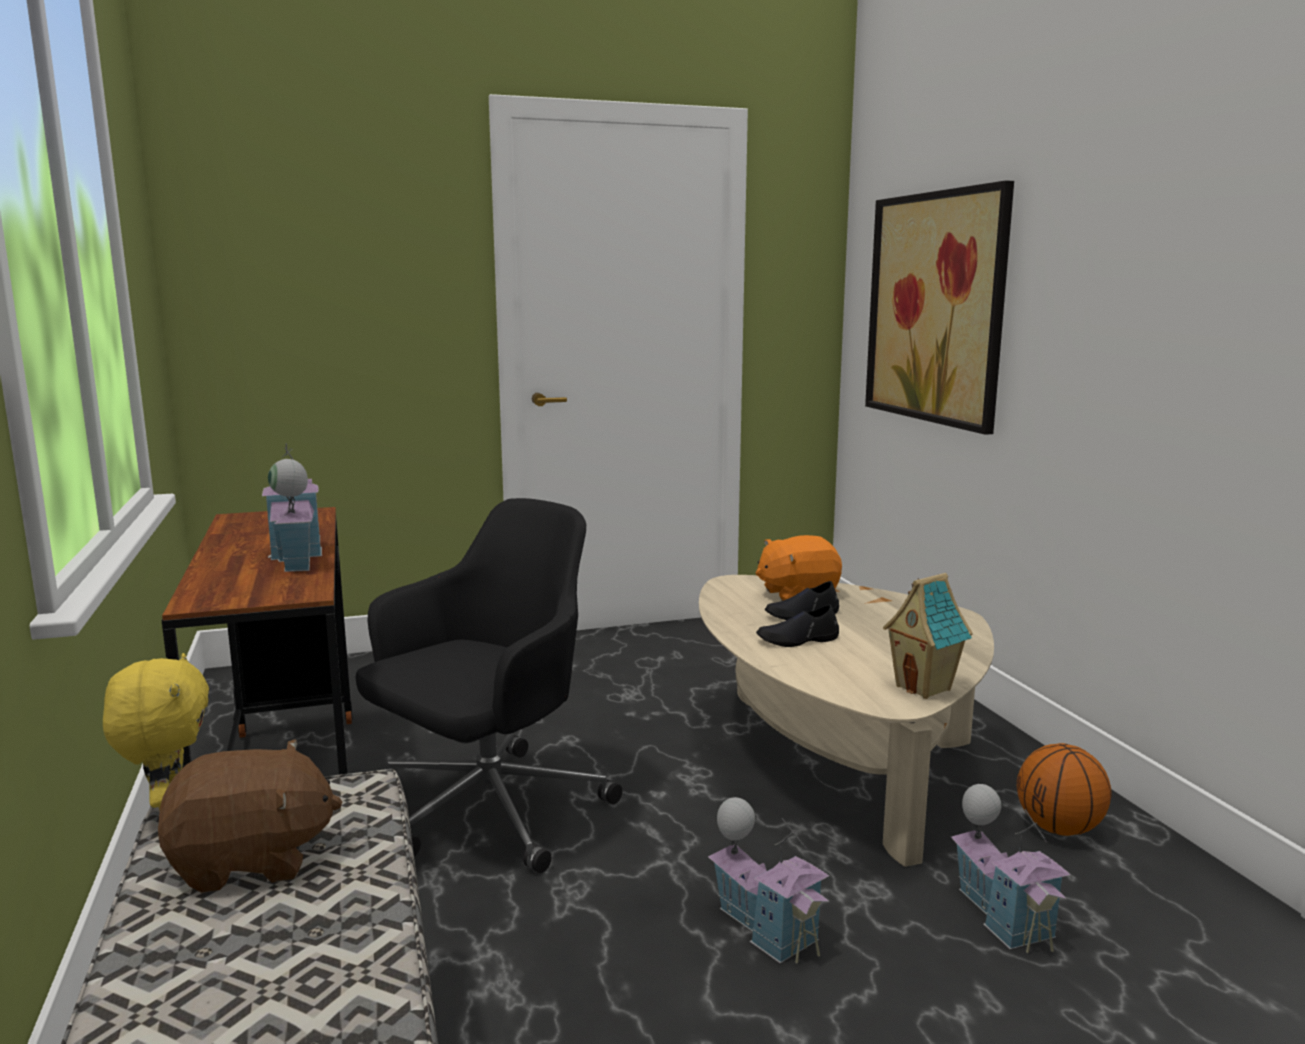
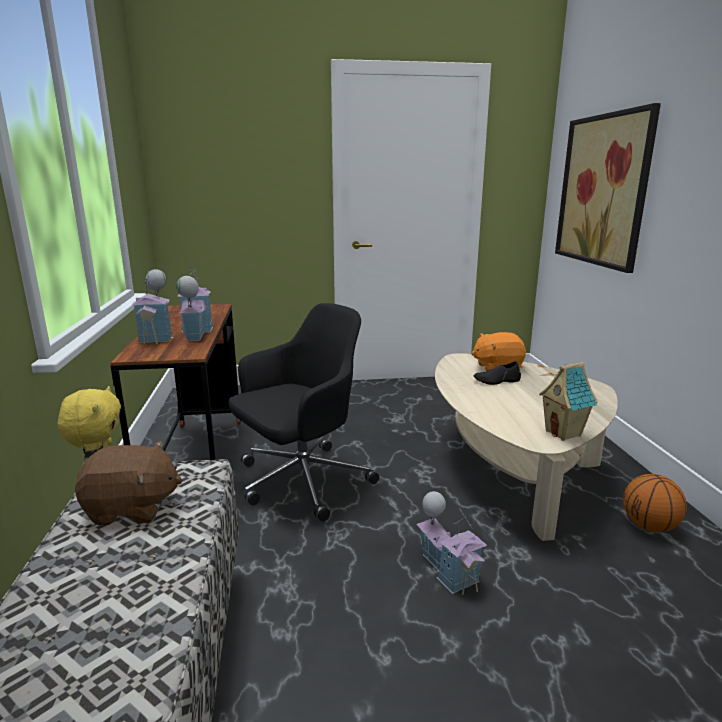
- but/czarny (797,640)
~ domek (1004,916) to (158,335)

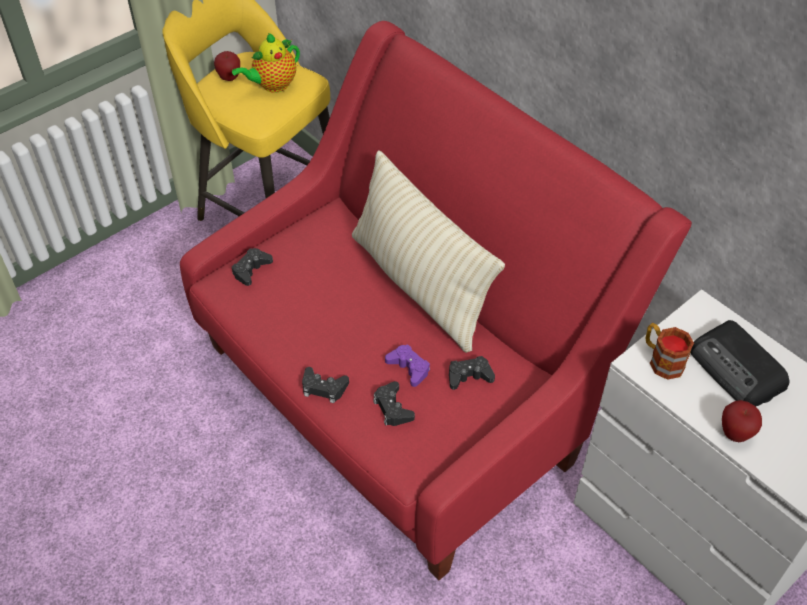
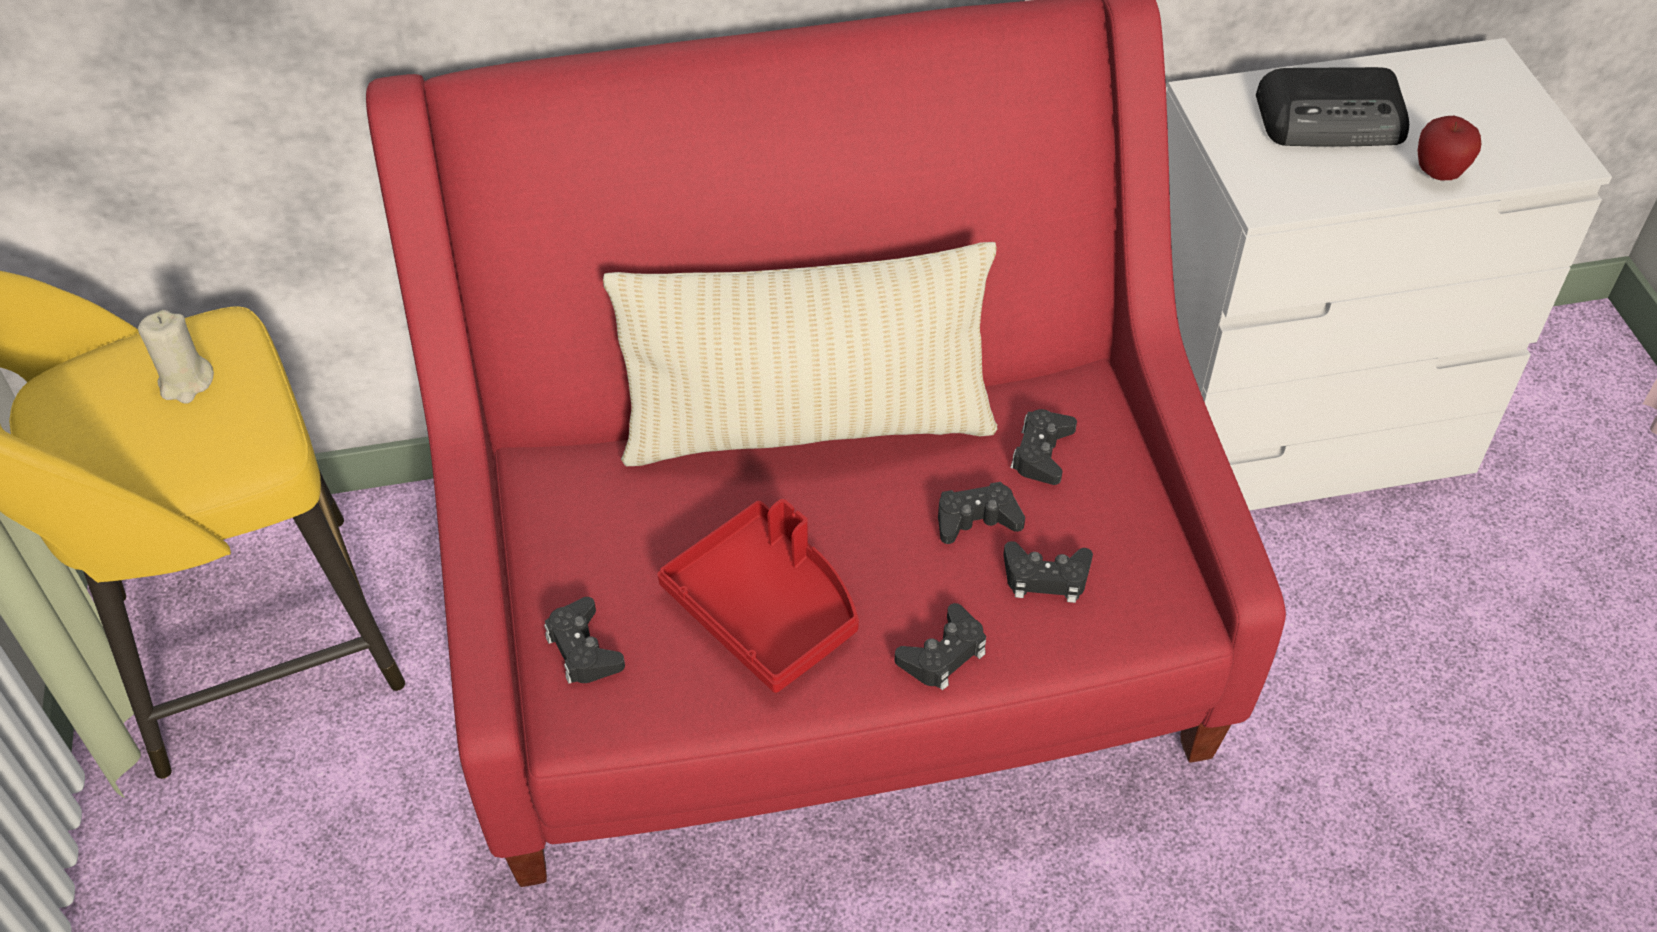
- jabłko (229,78)
- kubek (661,360)
+ taca/czerwony (766,609)
~ imbryk (273,86) to świeca/beżowy (186,383)
~ pad do gier/fioletowy (409,368) to pad do gier/czarny (976,520)

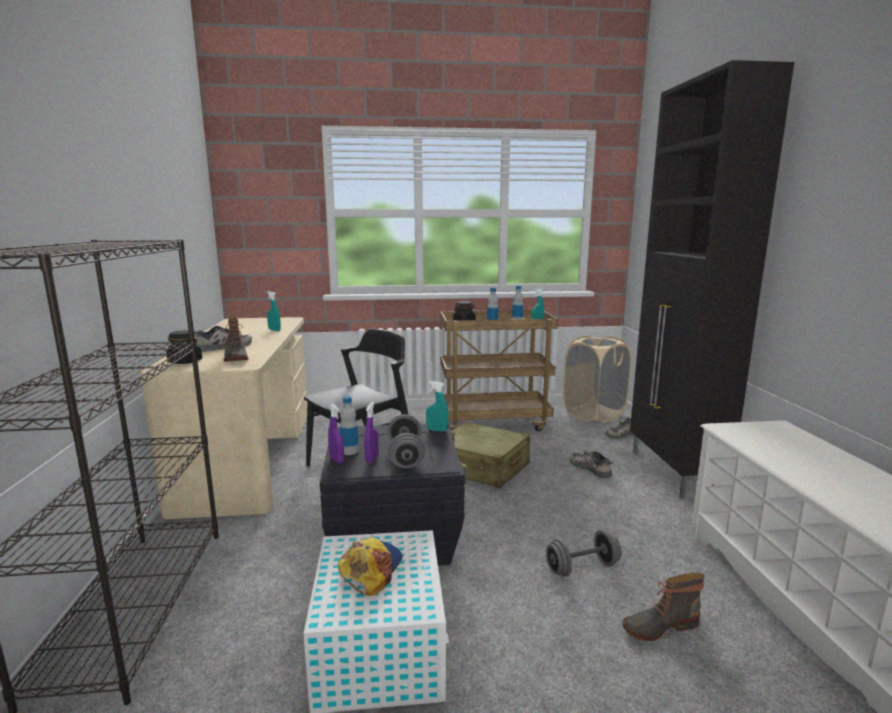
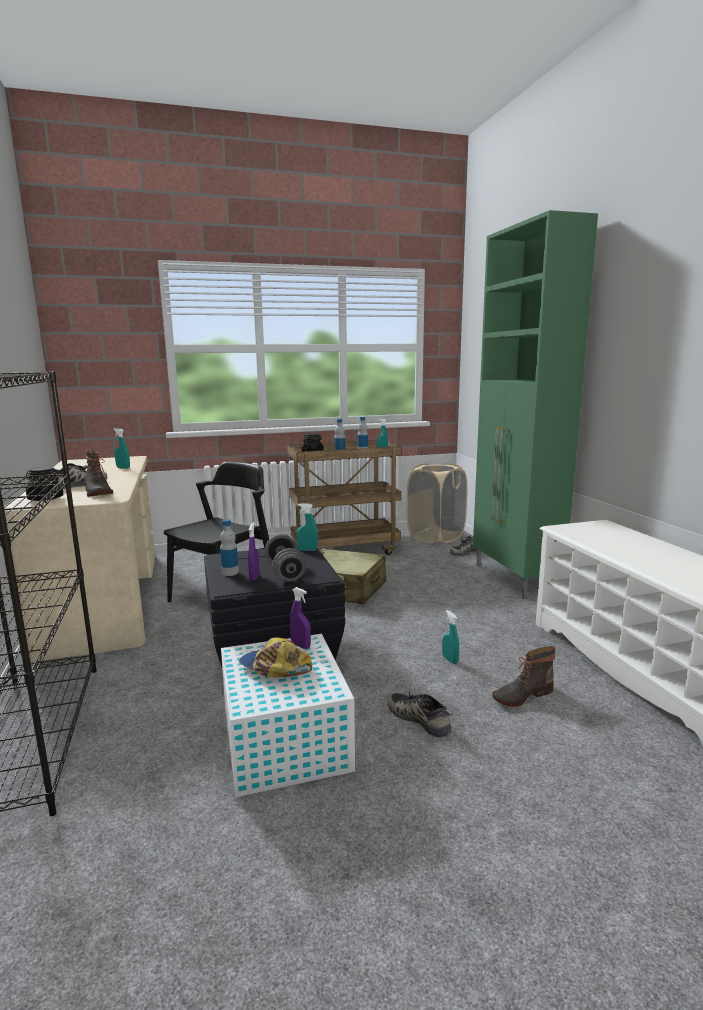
~ spryskiwacz/fioletowy (336,460) to (300,645)
~ but (591,468) to (420,718)
~ hantel/szary (582,568) to spryskiwacz/turkusowy (450,660)
~ szafka/czarny (674,473) to szafka/zielony (515,579)
~ czapka z daszkiem (370,569) = (274,667) 60 degrees counterclockwise

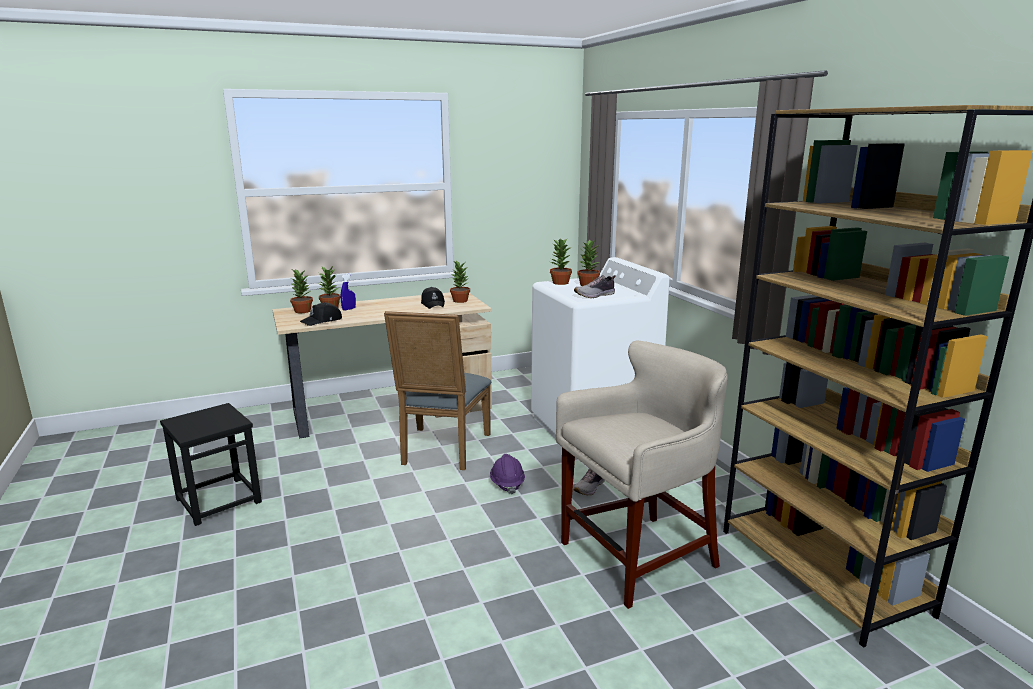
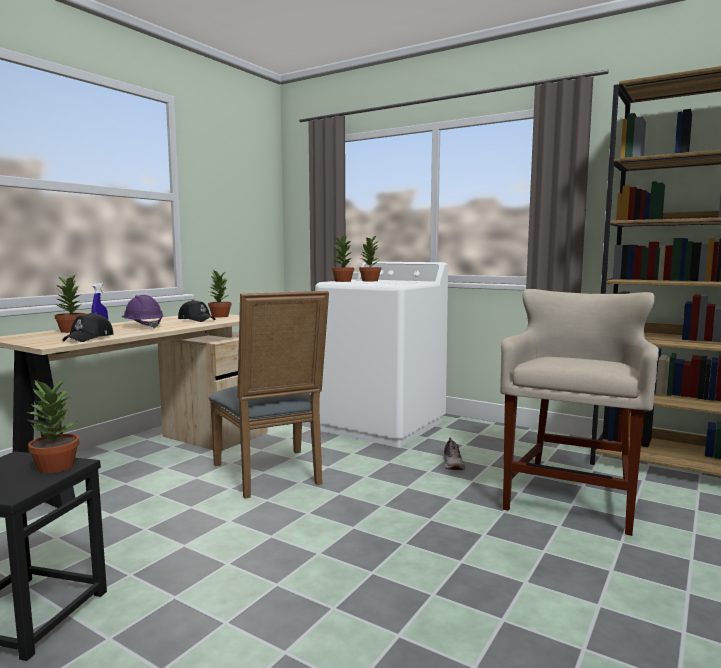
- but (595,295)
~ roślina doniczkowa (302,311) to (55,467)
~ kask/fioletowy (507,484) to (143,326)

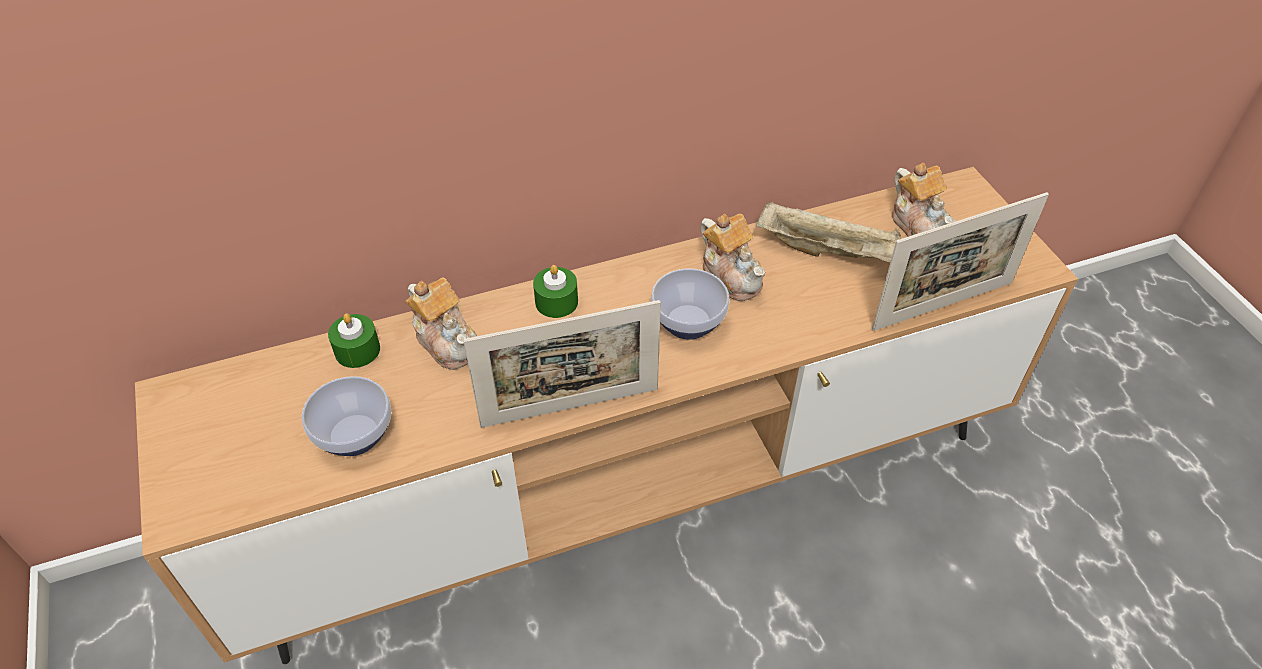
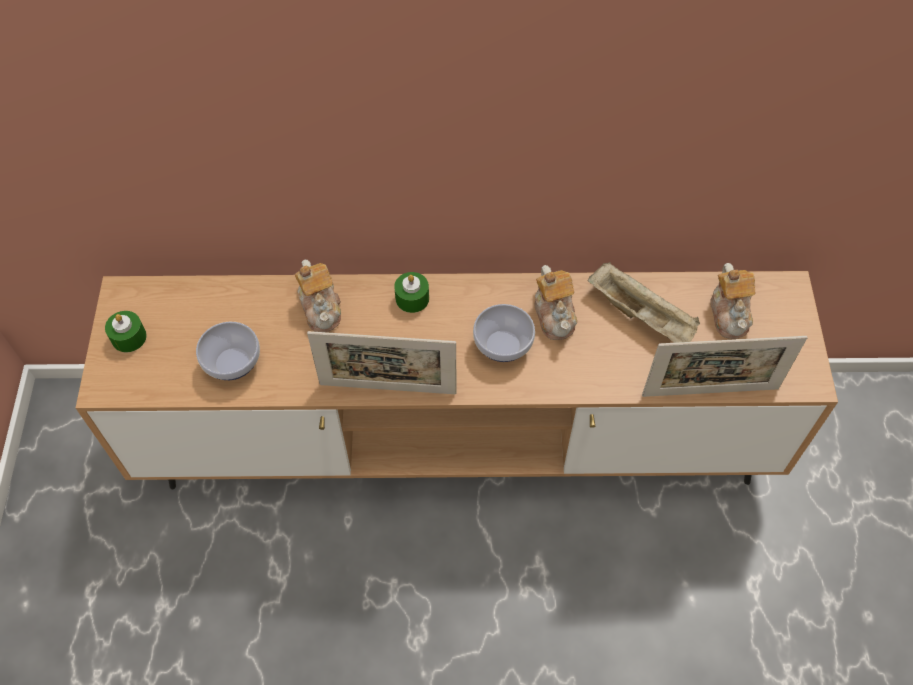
~ świeca/zielony (357,350) to (129,337)

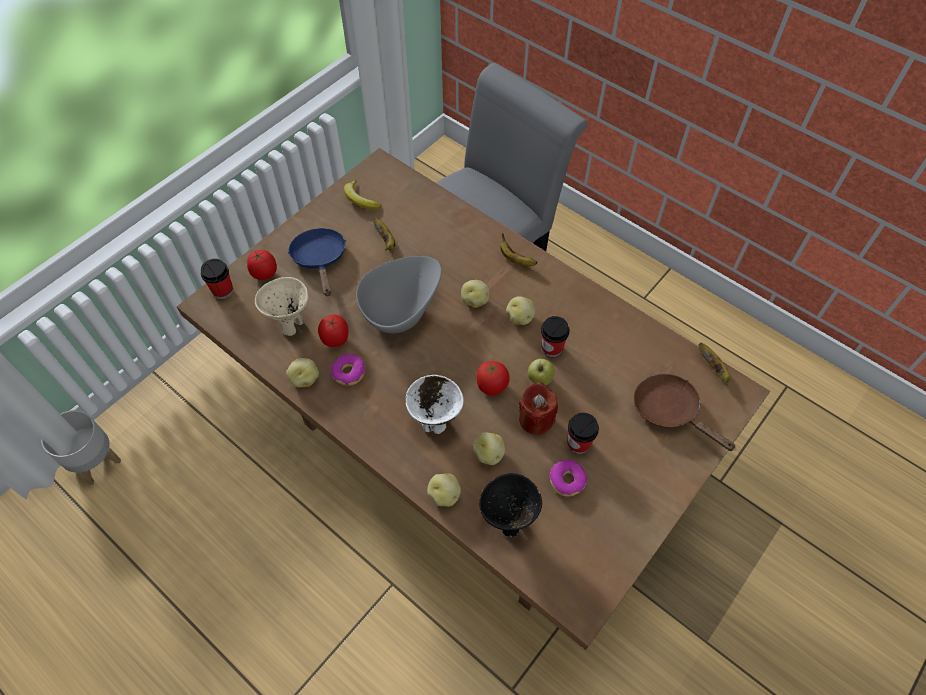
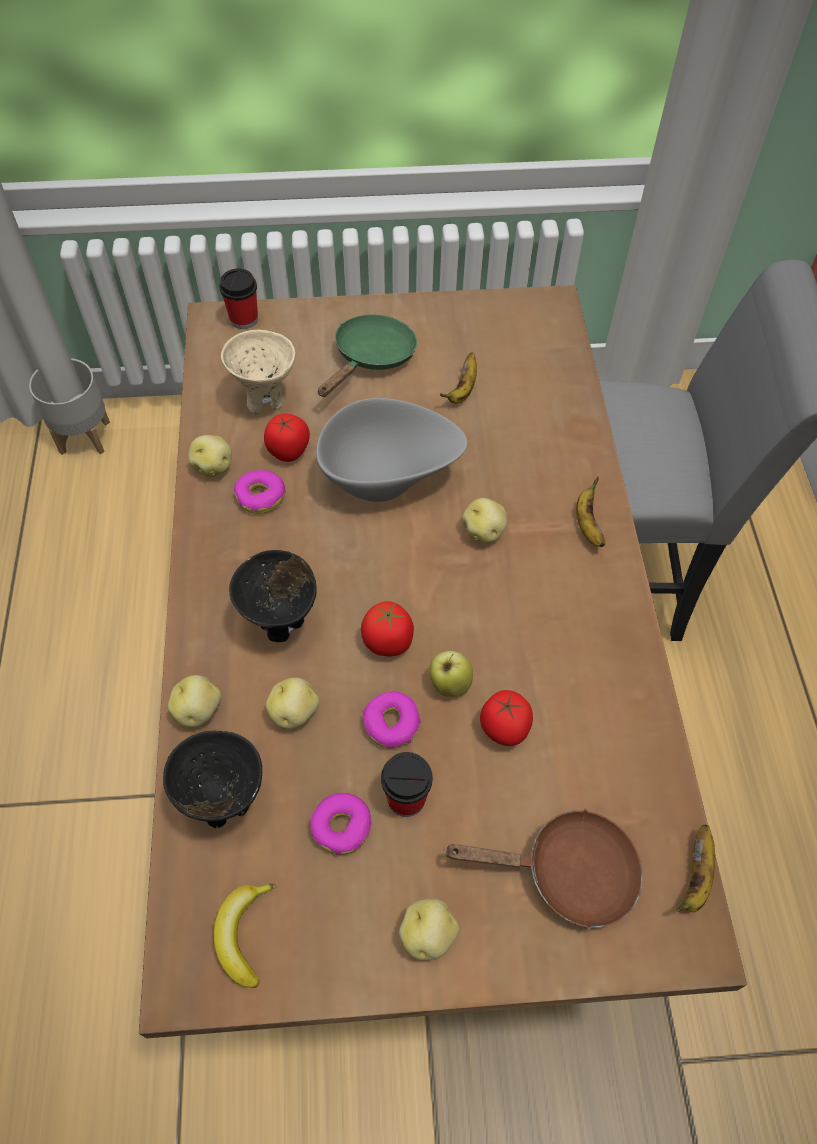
- filiżanka (551,348)
~ pomidor (265,274) to (504,729)
~ banan (360,199) to (243,934)
~ ziemniak (520,317) to (428,934)
~ świeca/czerwony (536,419) to donut (391,724)
~ patelnia/niebieski (320,259) to patelnia/zielony (371,358)
~ miska/biały (435,422) to miska/czarny (282,625)
~ patelnia/brązowy (670,411) = (567,873) 90 degrees clockwise

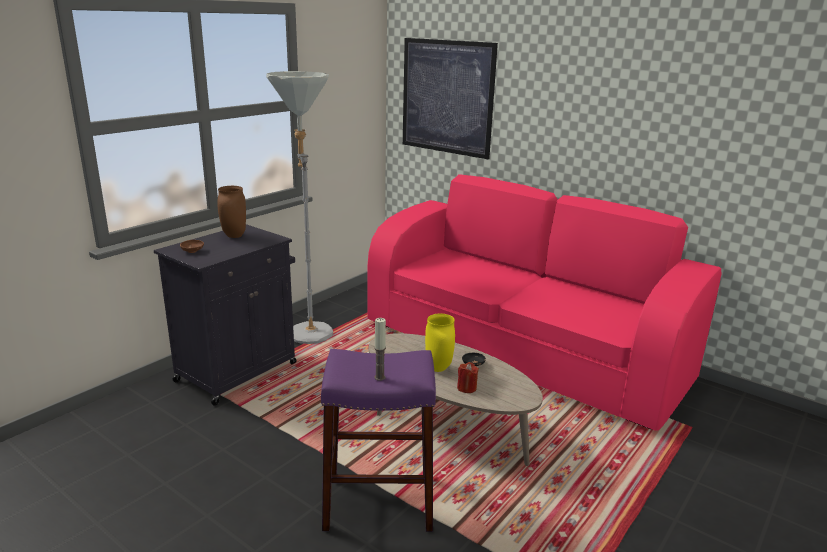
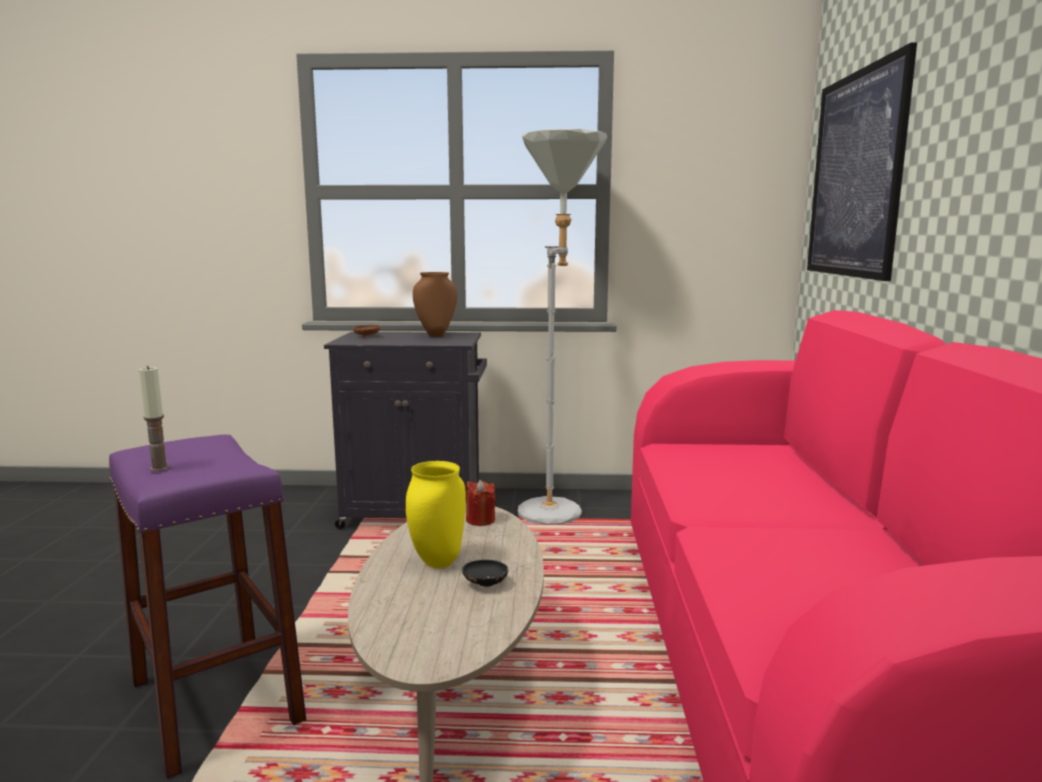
~ świeca/czerwony (466,388) to (480,520)

